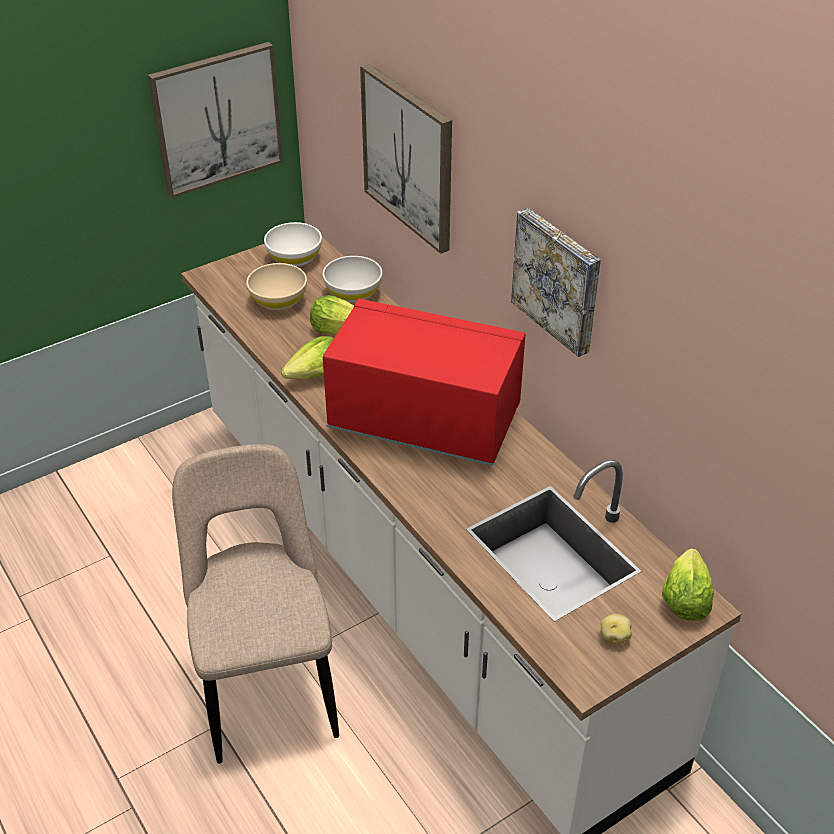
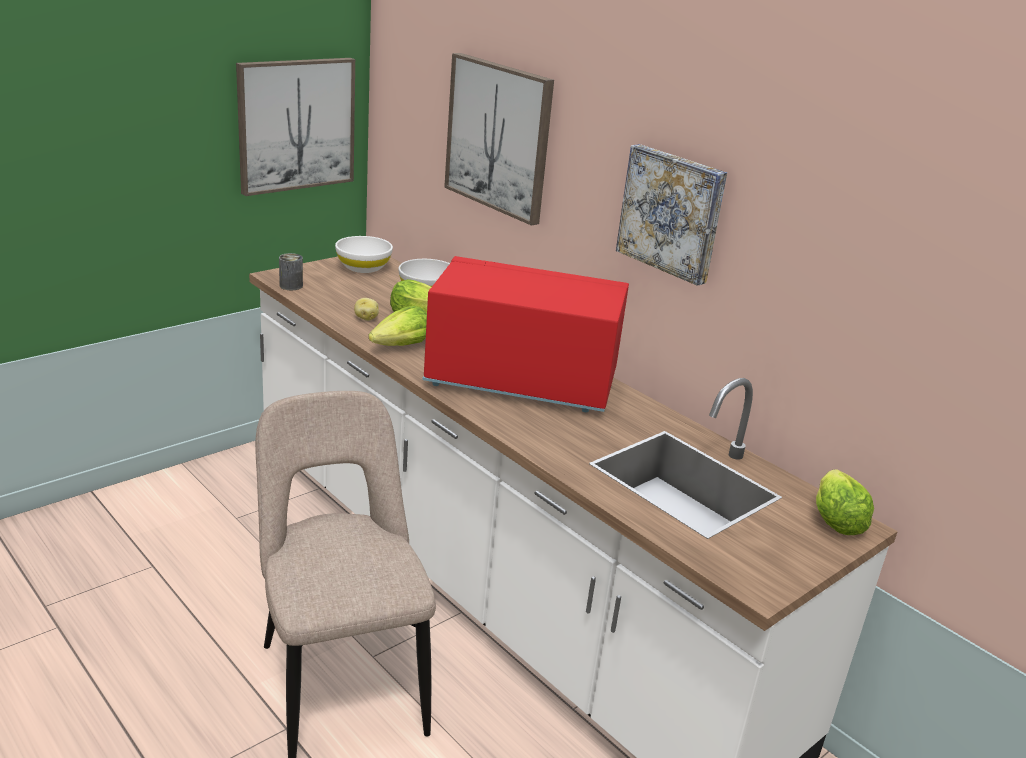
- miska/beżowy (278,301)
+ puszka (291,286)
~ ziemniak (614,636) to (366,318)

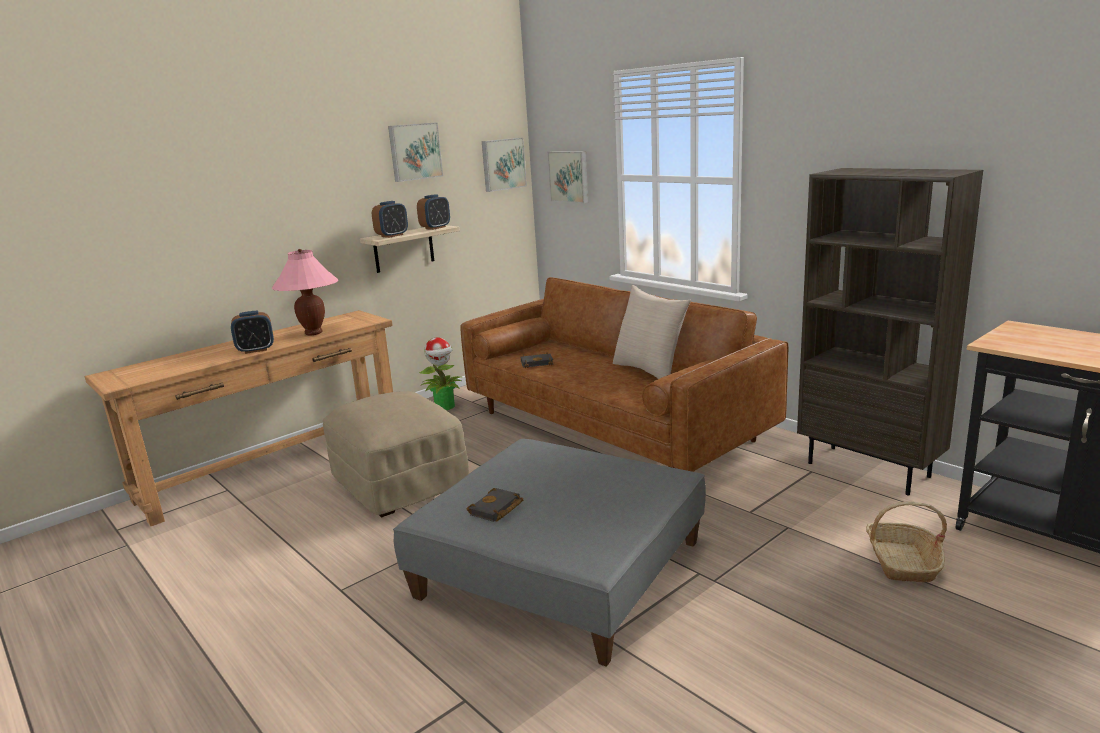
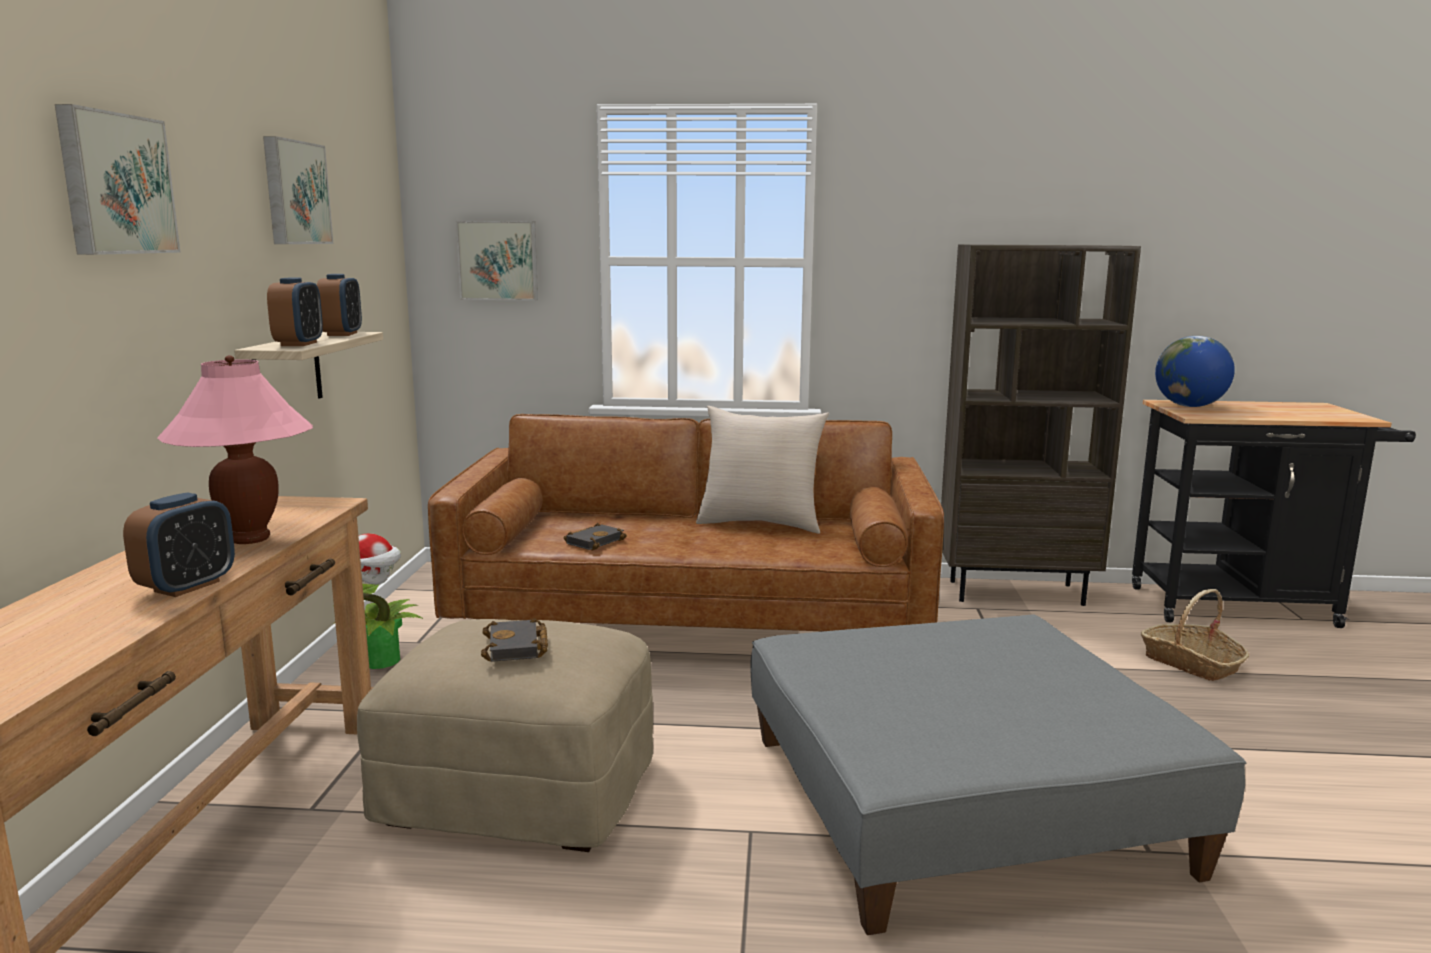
+ globus (1190,406)
~ książka/czarny (496,510) to (517,647)
~ obraz (502,164) to (114,184)

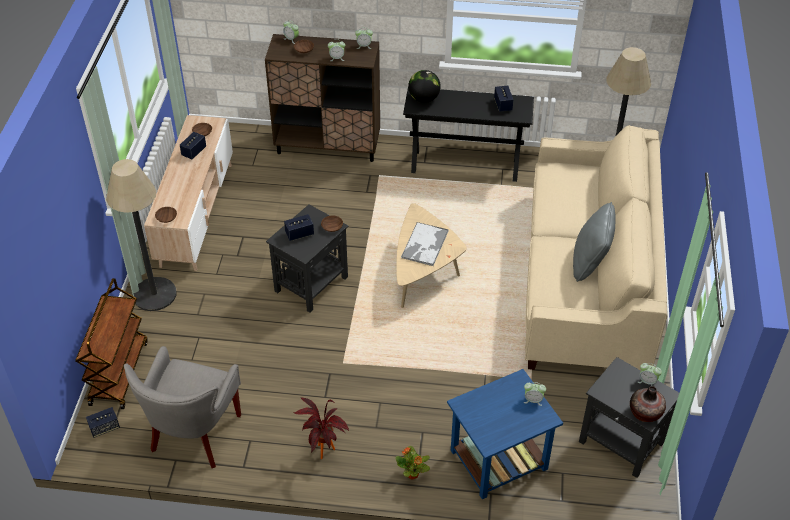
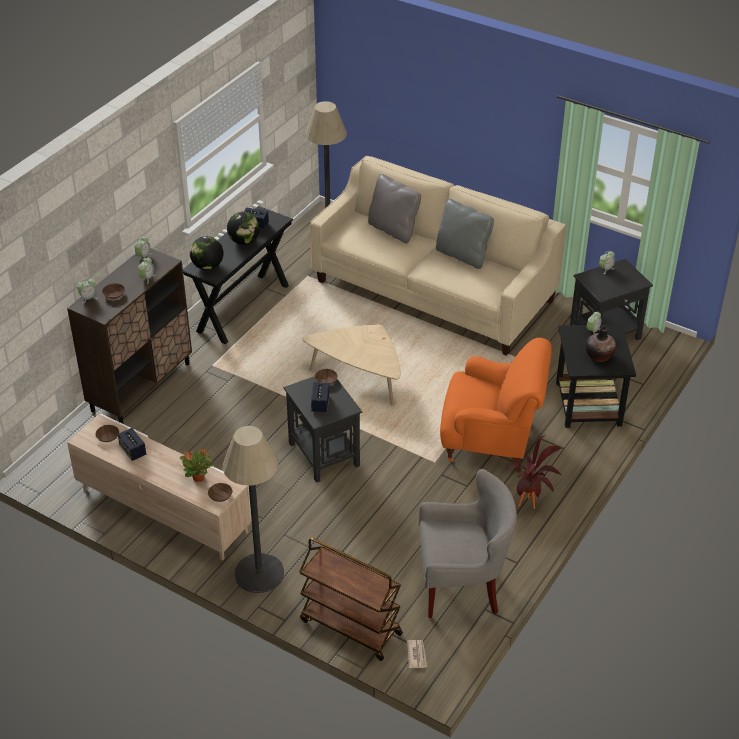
- taca (424,245)
+ globus (244,241)
+ poduszka/szary (393,230)
+ fotel/pomarańczowy (491,441)
~ roślina doniczkowa (413,475) to (199,478)
~ wazon (645,413) to (599,355)
~ głośnik (104,428) to gazeta (416,655)
~ stolik/niebieski (497,460) to stolik/czarny (588,404)
~ fotel/szary (194,435) = (462,588) 45 degrees counterclockwise

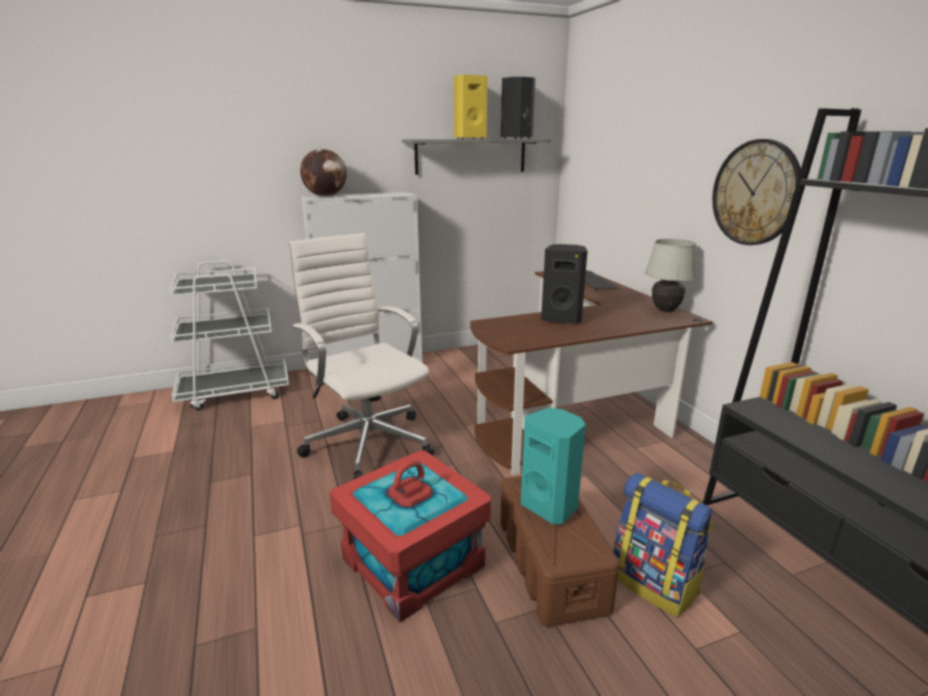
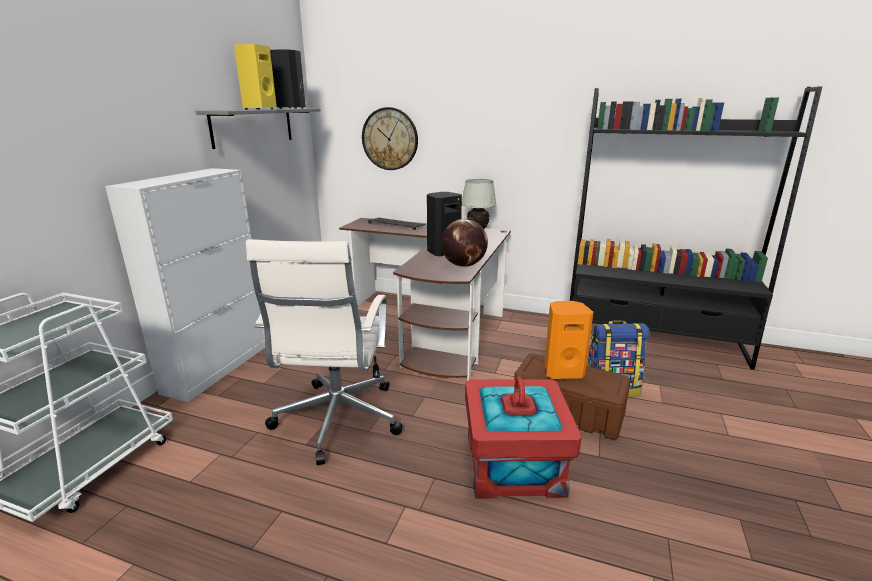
~ globus (326,196) to (463,265)
~ zegar ścienny (755,193) to (390,139)
~ głośnik/turkusowy (550,506) to głośnik/pomarańczowy (562,371)
~ krzesło biurowe/biały (367,442) = (336,421) 90 degrees counterclockwise

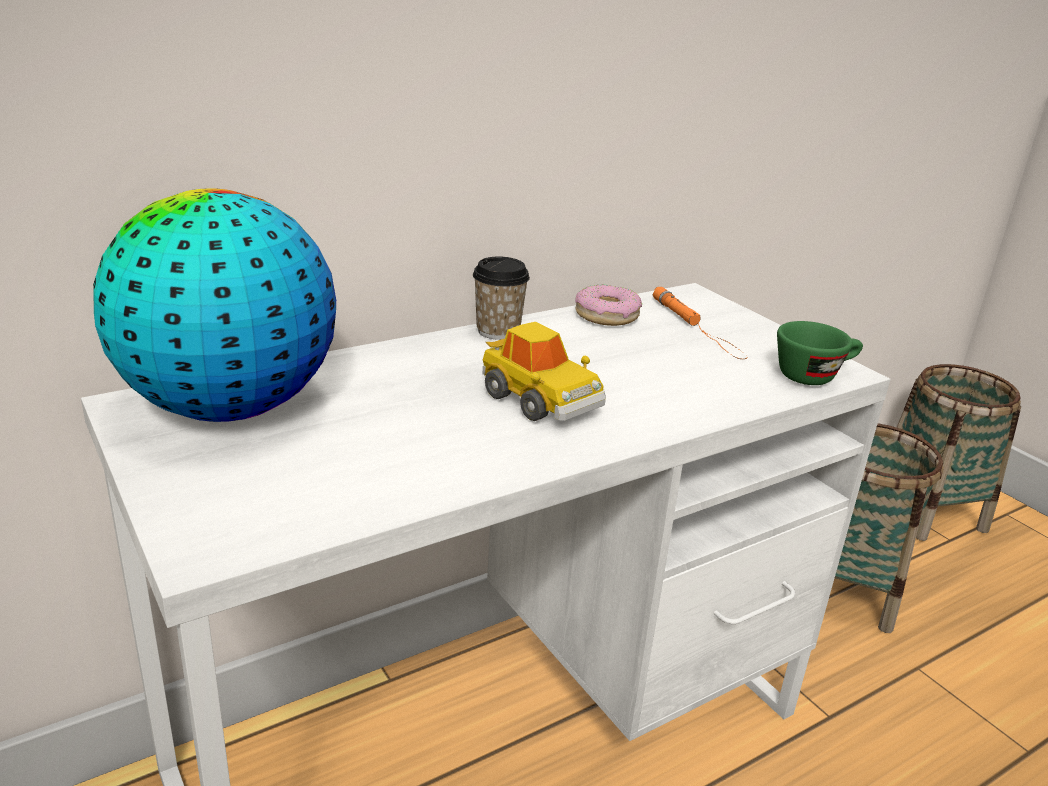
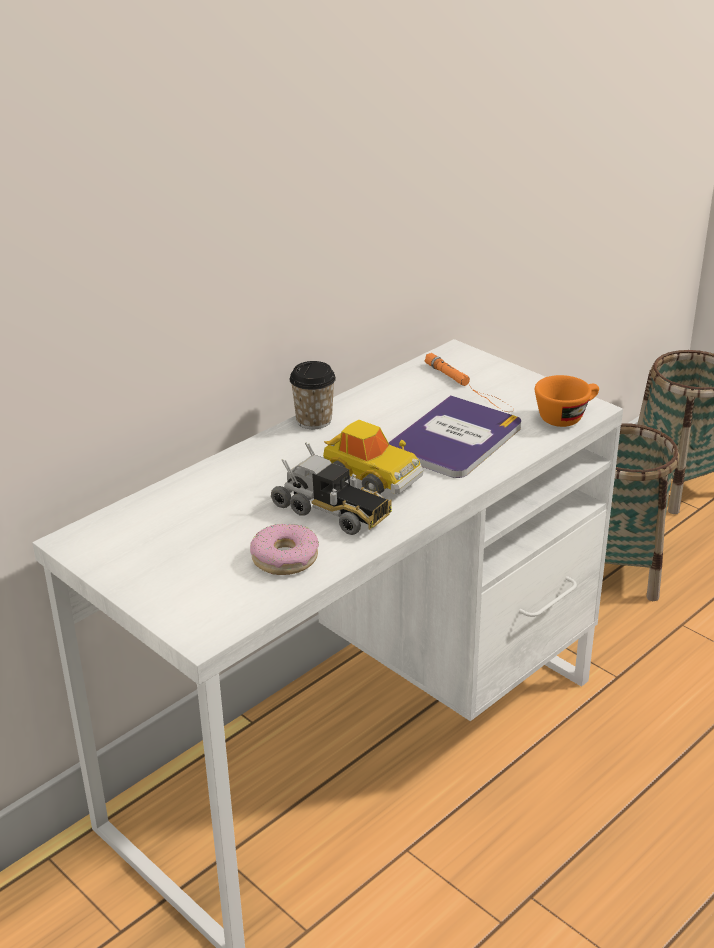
- globus (228,407)
+ ciężarówka zabawkowa (333,511)
+ książka (455,439)
~ donut (607,315) to (285,558)
~ filiżanka/zielony (814,375) to filiżanka/pomarańczowy (566,416)

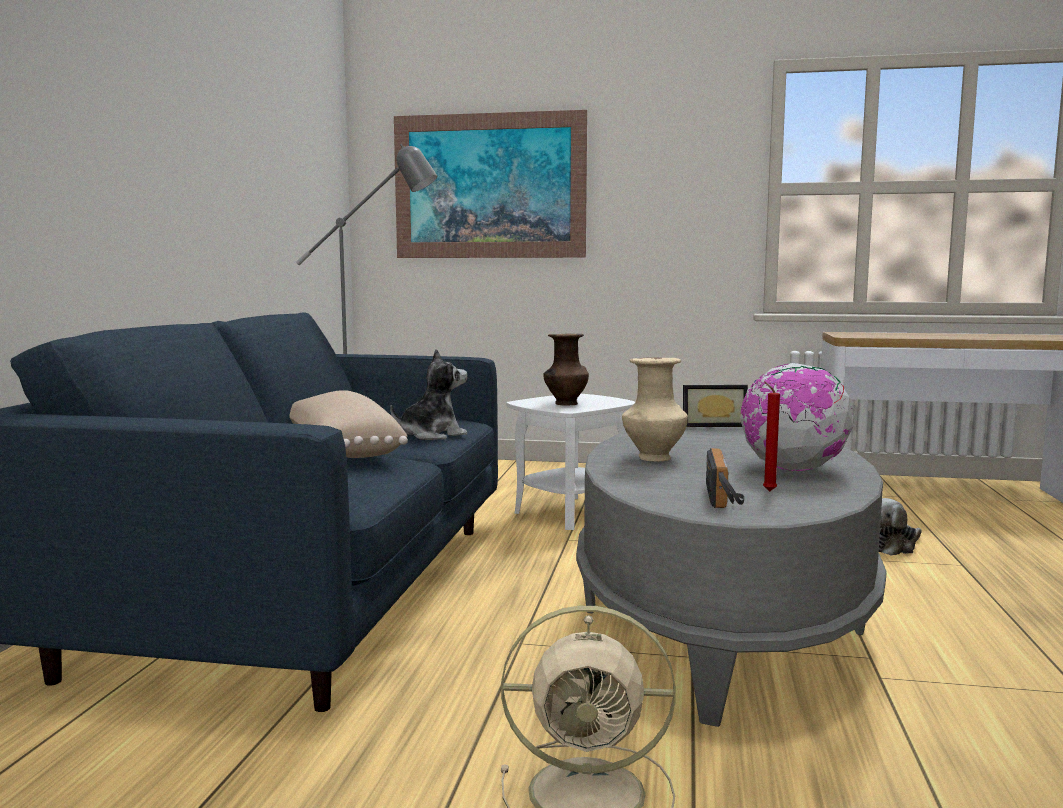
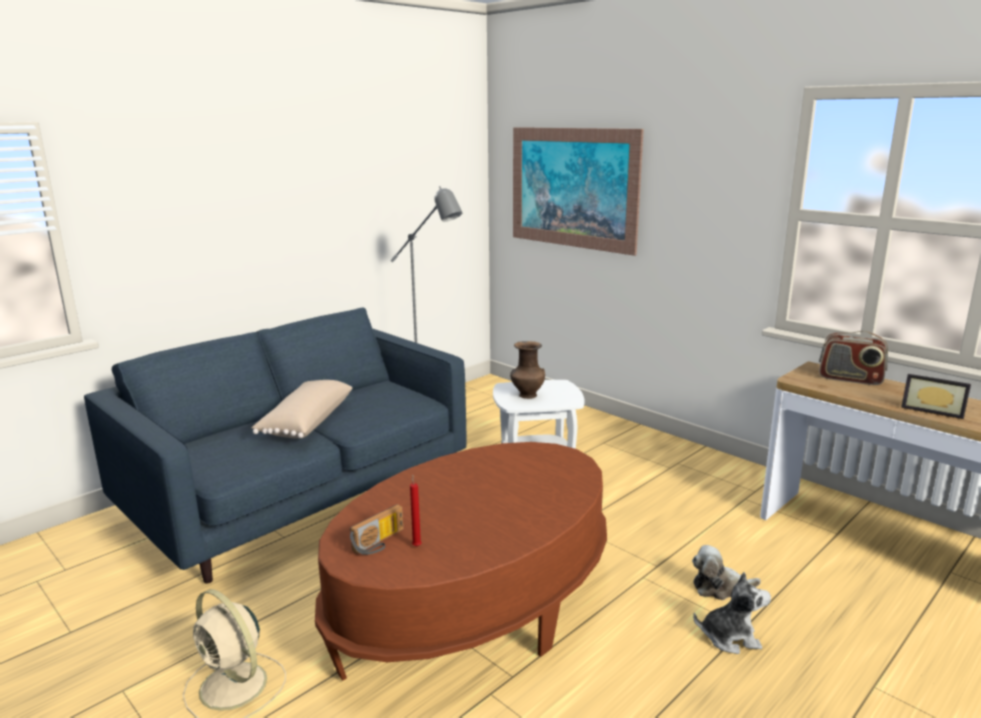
- wazon/beżowy (653,458)
- globus (793,469)
+ radio (850,379)
~ pluszak (432,435) to (730,637)
~ ramka na zdjęcie (713,425) to (932,410)
~ ława/szary (721,620) to ława/brązowy (474,605)

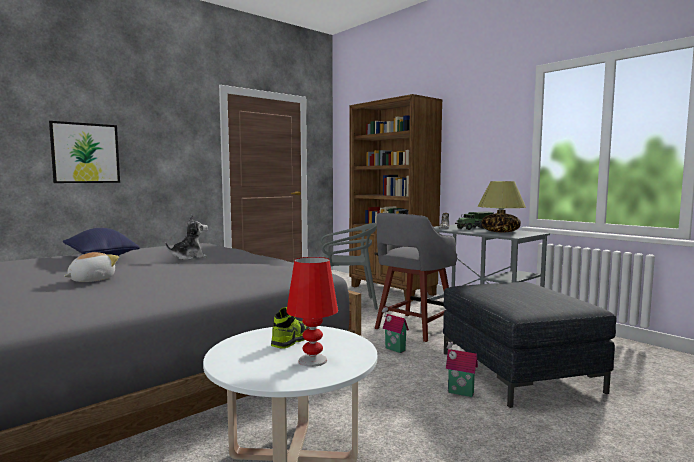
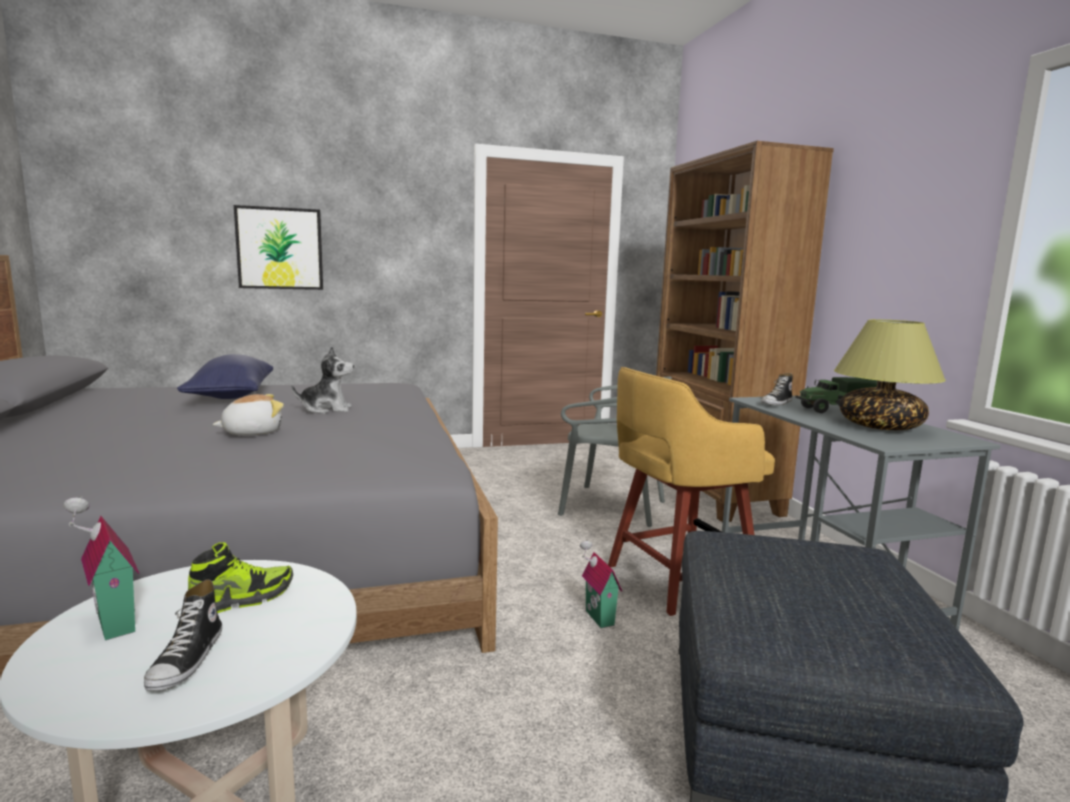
~ pluszak (91,280) to (252,432)
~ domek (460,393) to (111,624)
~ lampa stołowa/czerwony (313,360) to but (187,660)
~ stołek/szary (413,328) to stołek/żółty (676,579)

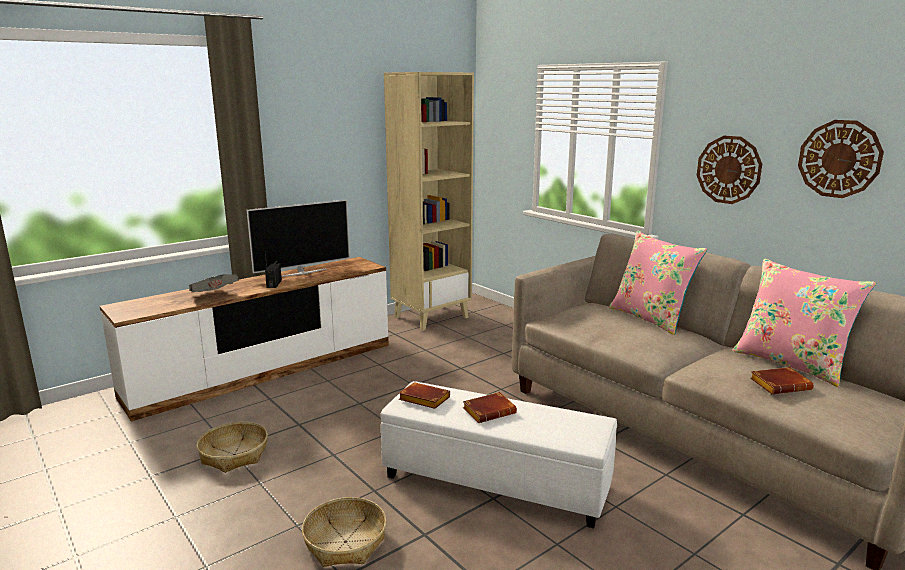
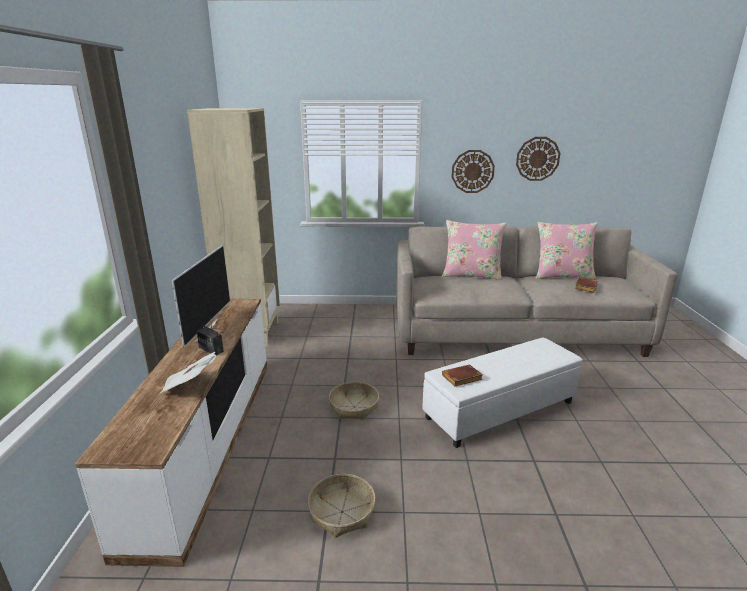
- książka/brązowy (489,411)
~ koszyk (345,542) to (354,407)

